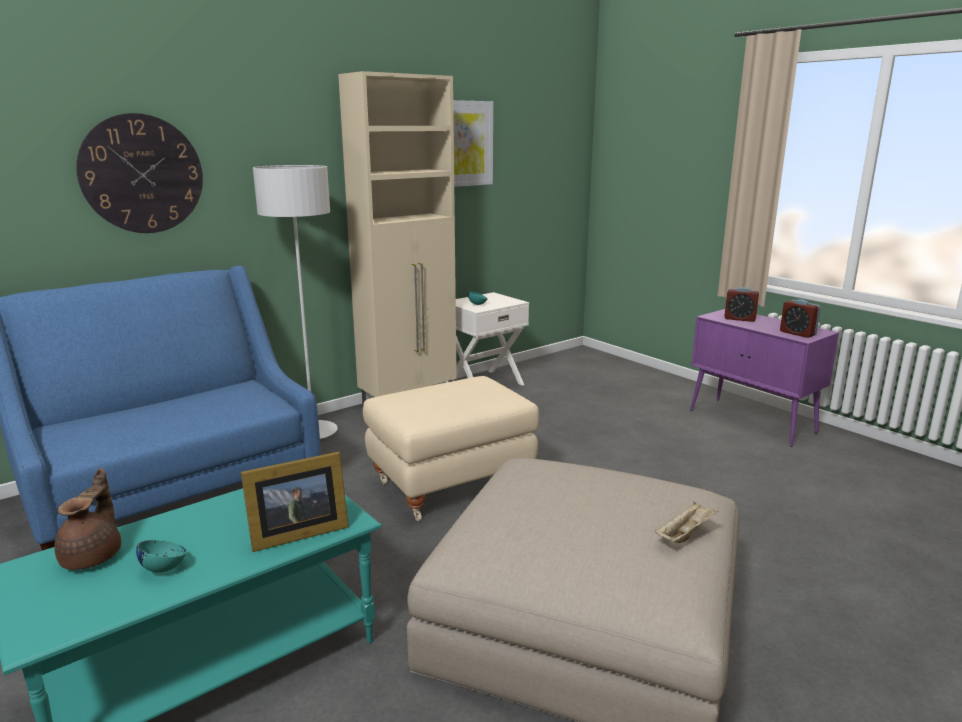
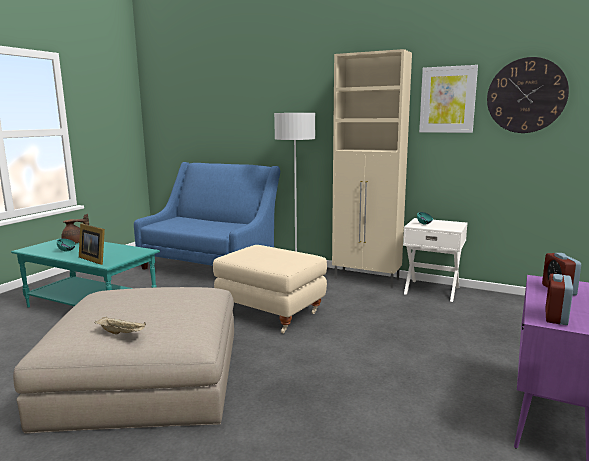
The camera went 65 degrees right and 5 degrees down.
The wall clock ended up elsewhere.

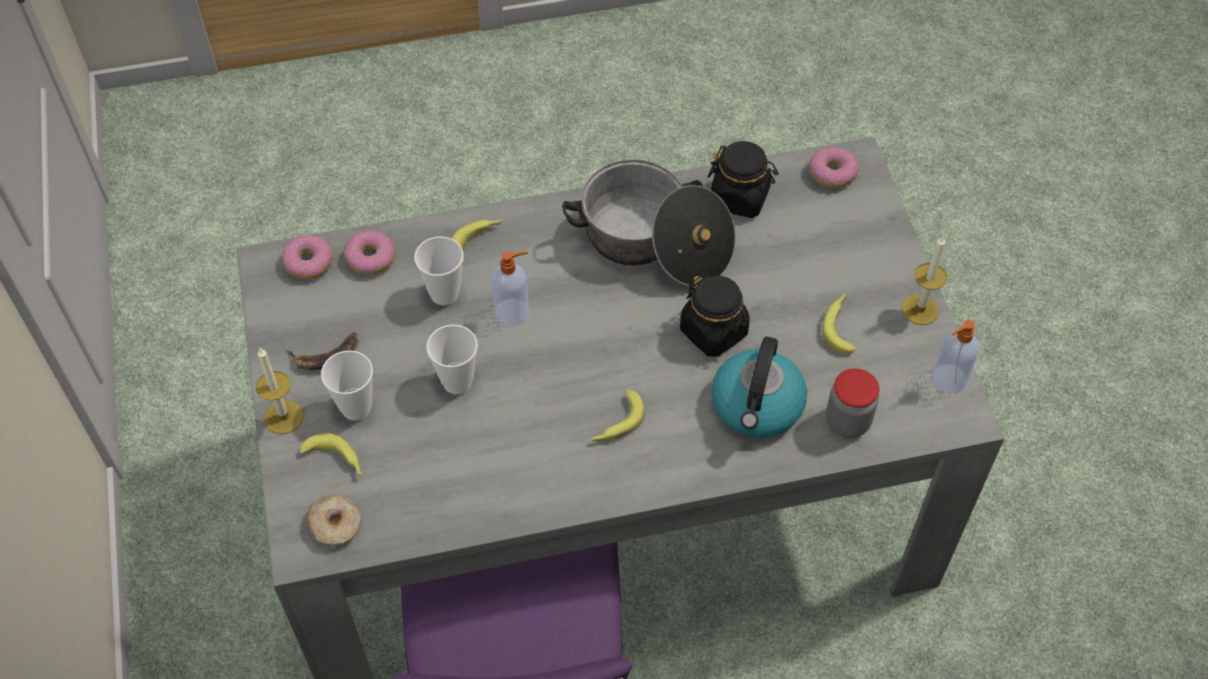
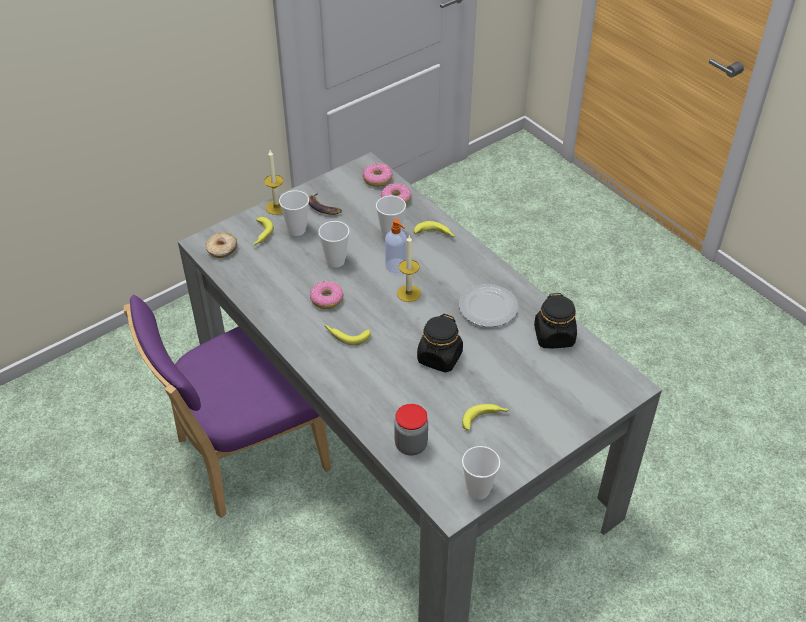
The camera went 65 degrees right and 10 degrees down.
The donut (no. 4 from left in the first image) ended up elsewhere.
Where the stockpot stood, the flat dish came to stand.
The wax light (no. 2 from left) ended up elsewhere.
Where the liquid soap bottle (no. 2 from left) stood, the cup (no. 4 from left) came to stand.
The second view lost the kettle.

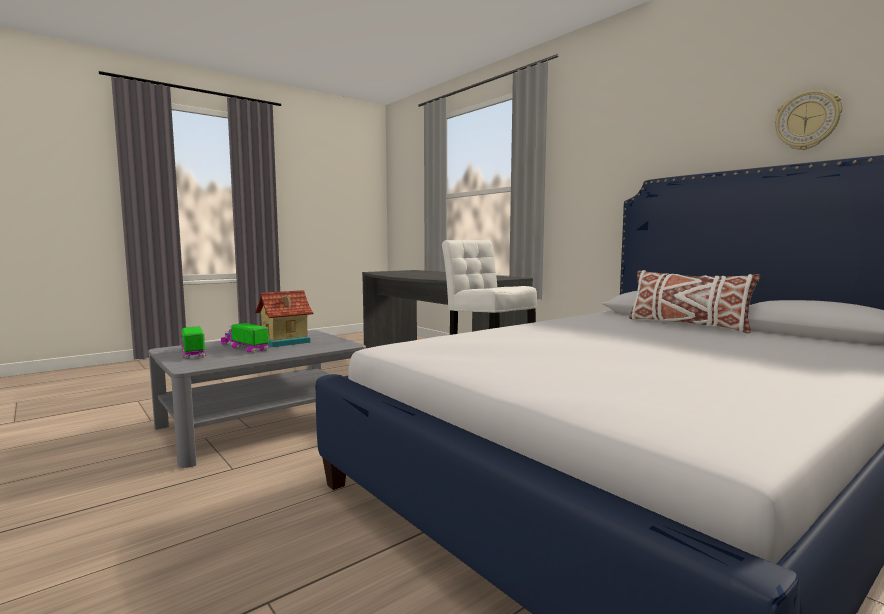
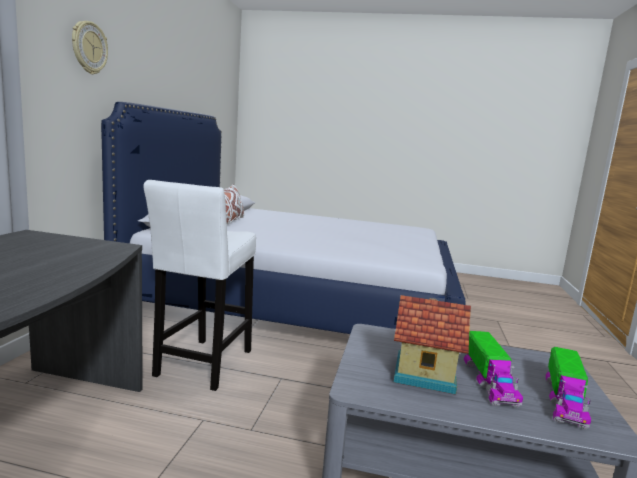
The camera went 130 degrees left and 5 degrees up.
The wall clock ended up elsewhere.

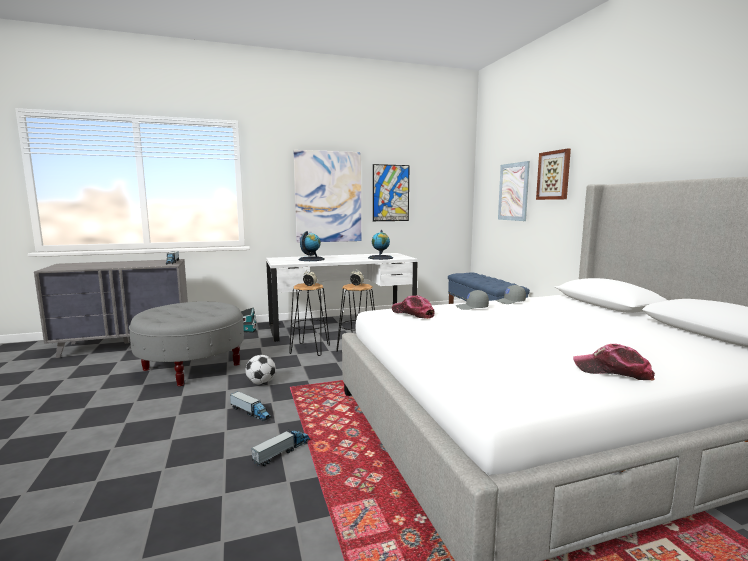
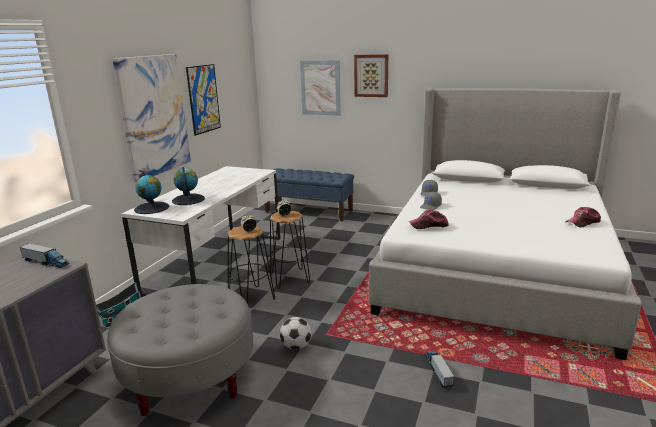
The camera went 50 degrees left and 10 degrees up.
The desk globe (no. 2 from left in the first image) ended up elsewhere.
The second view lost the toy lorry (no. 2 from left).

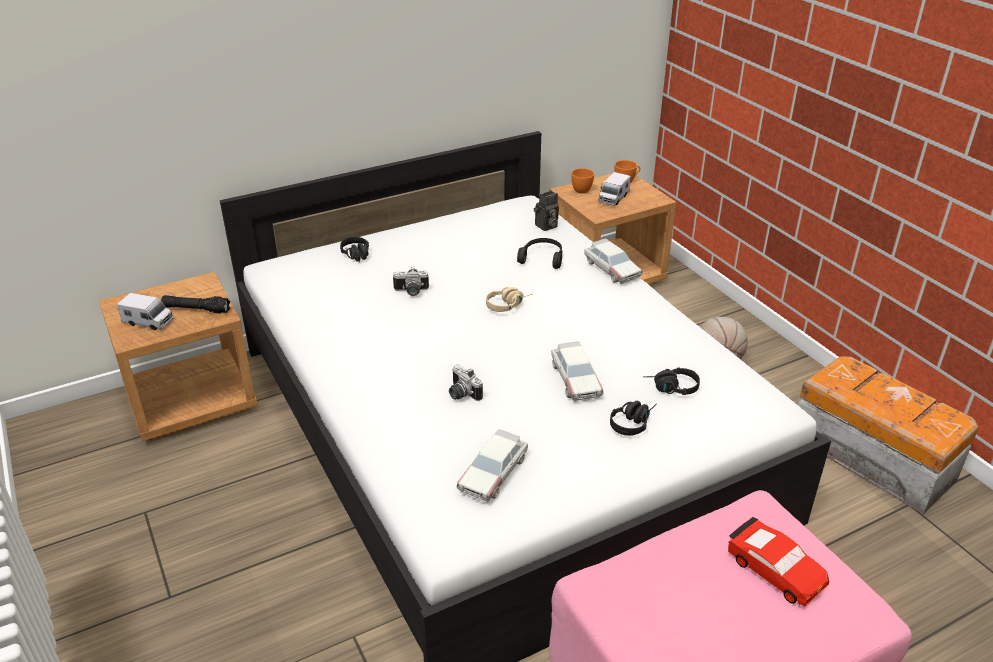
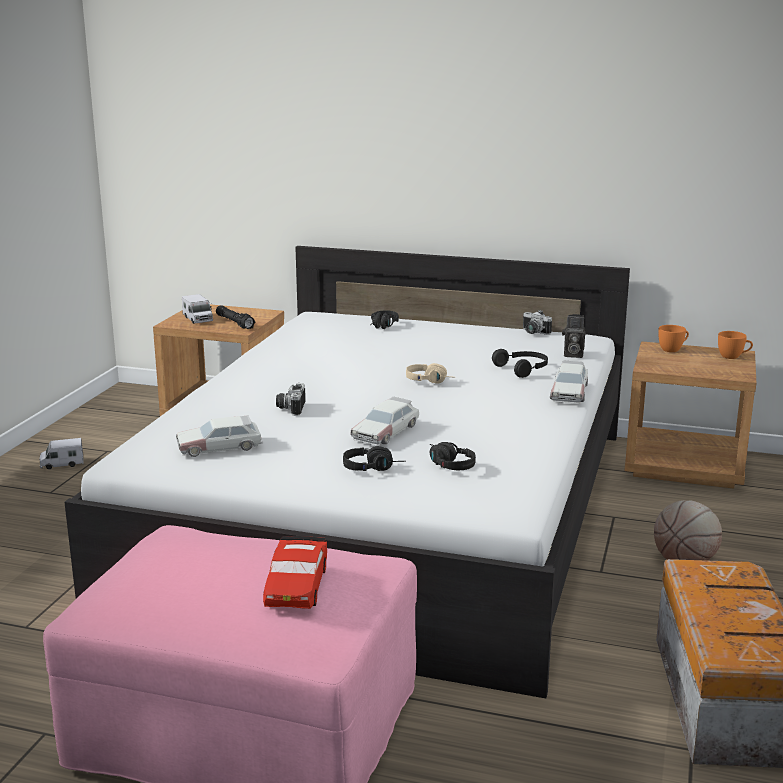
The camera went 45 degrees right and 15 degrees down.
The toy lorry (no. 2 from left in the first image) ended up elsewhere.
The photo camera (no. 1 from left in the first image) ended up elsewhere.

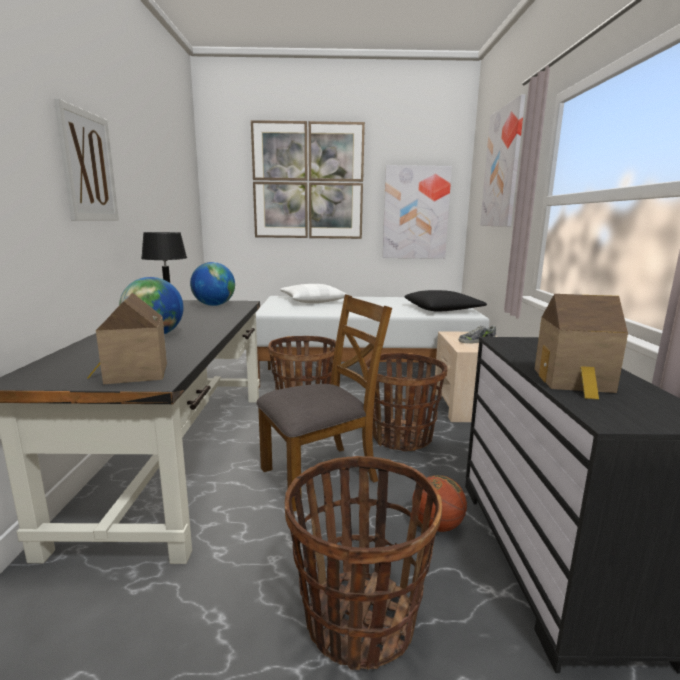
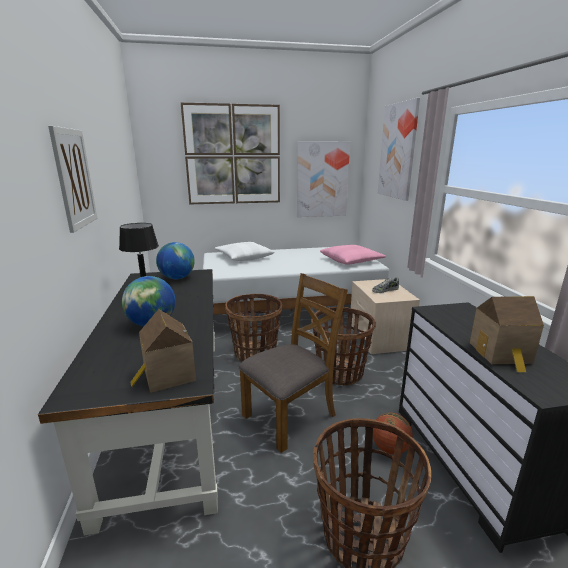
The camera went 10 degrees left and 5 degrees up.
What was the blackish throw pillow turned into the pinkish throw pillow.

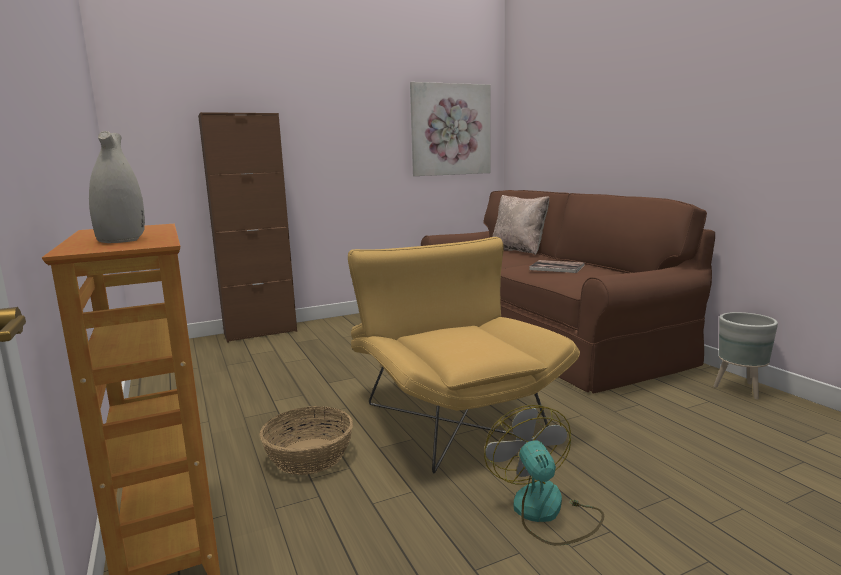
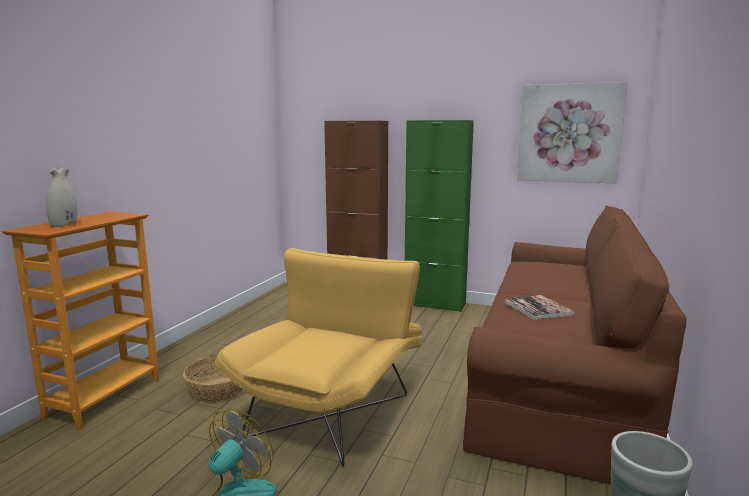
The camera went 45 degrees right and 0 degrees up.
The second view lost the sand-coloured throw pillow.
The second view gained the green cabinet.

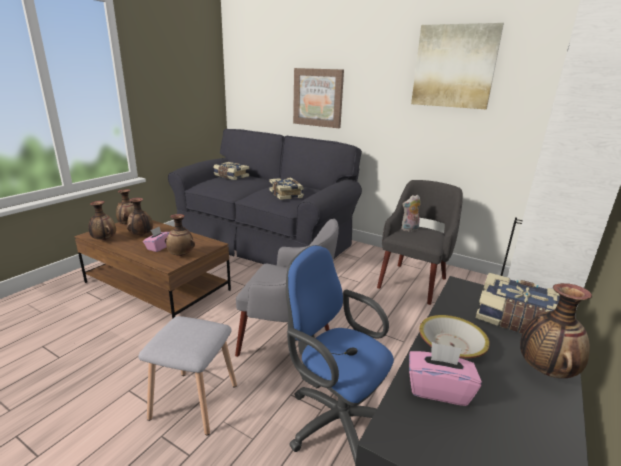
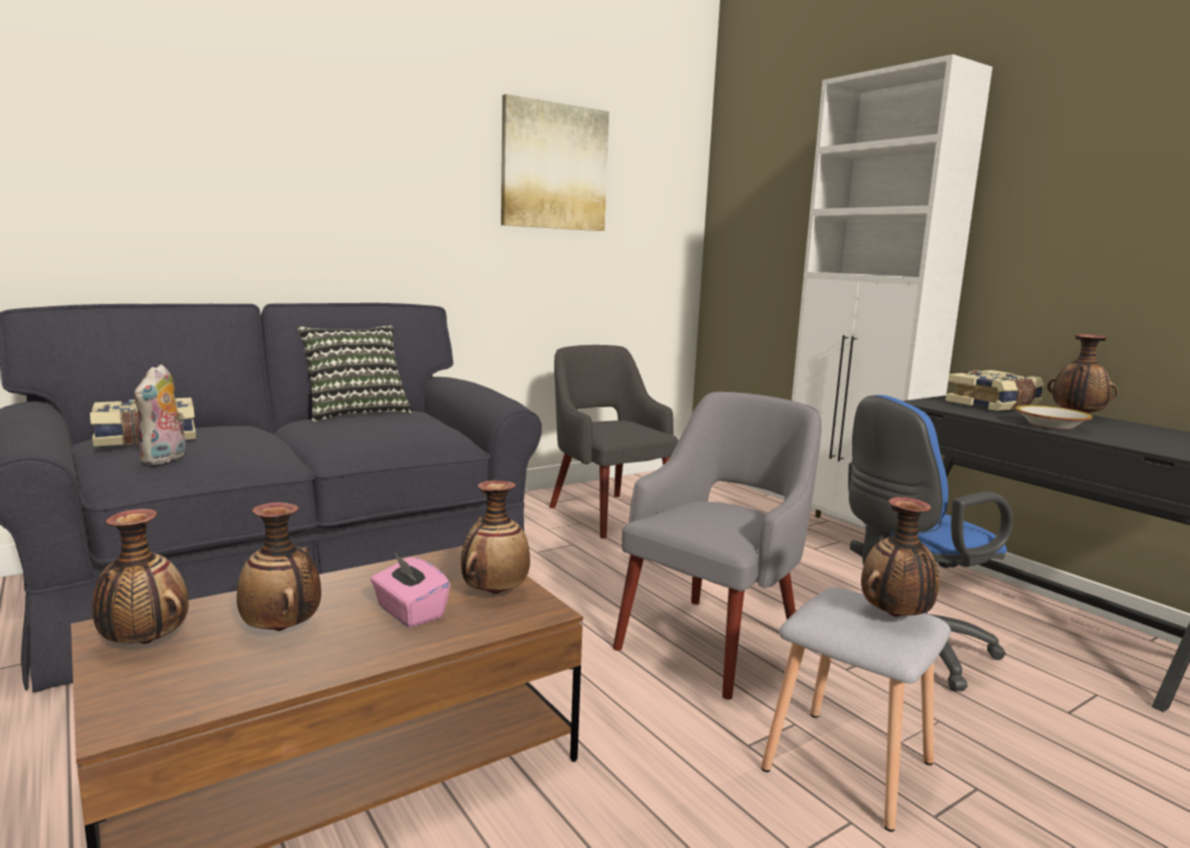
The camera went 65 degrees left and 10 degrees down.
The second view lost the wall picture (no. 1 from left).
The second view lost the book (no. 2 from left).
The soft toy ended up elsewhere.
The vase (no. 1 from left in the first image) ended up elsewhere.
The second view lost the pinkish tissue box (no. 2 from left).
The second view gained the throw pillow.

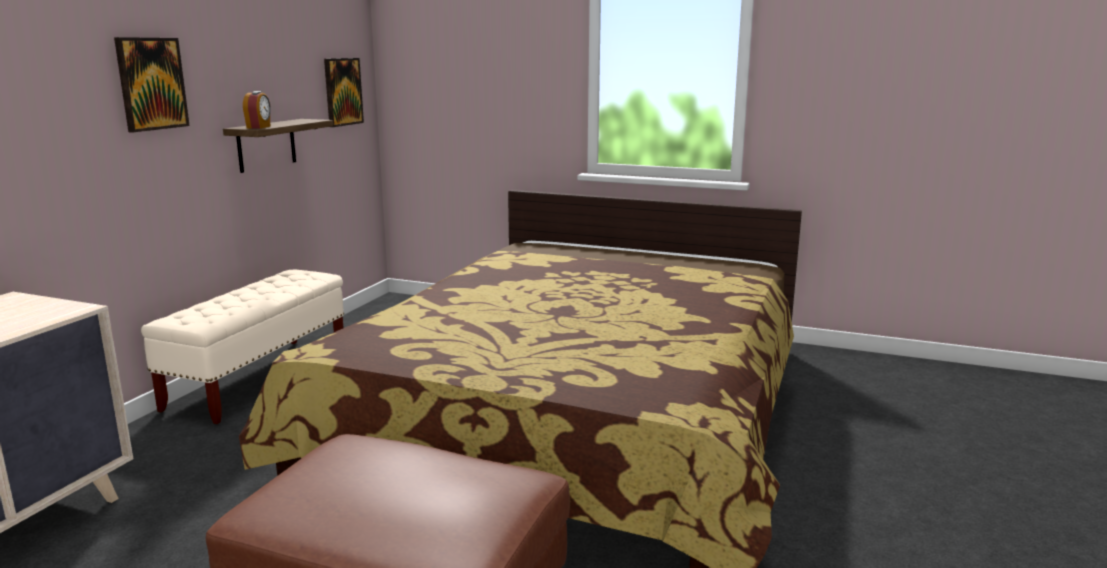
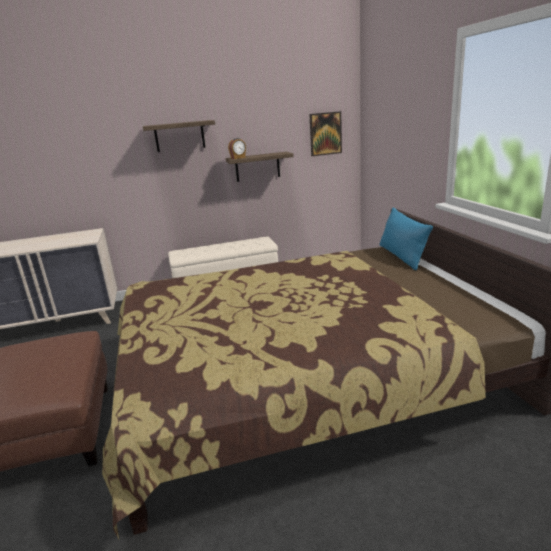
The camera went 55 degrees right and 5 degrees up.
Where the wall picture (no. 1 from left) hung, the shelf (no. 1 from left) came to hang.
The second view gained the blue throw pillow.

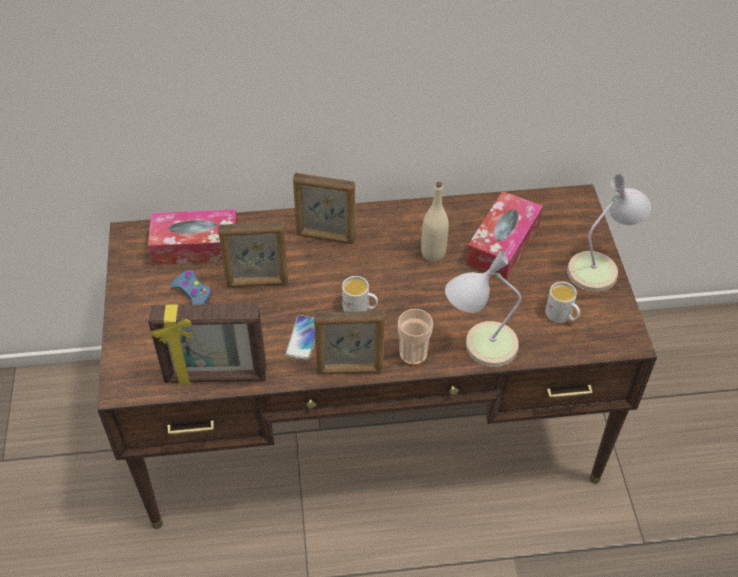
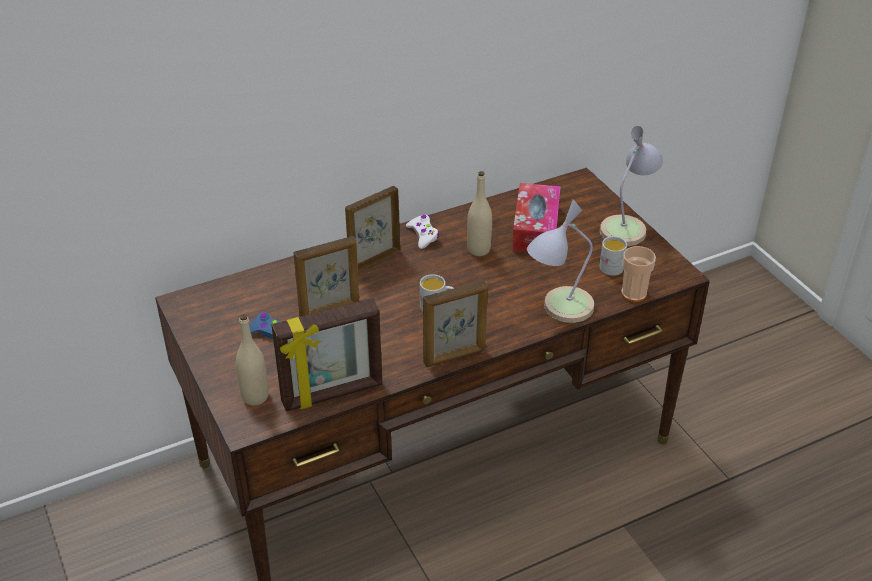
The camera went 20 degrees left and 10 degrees down.
The picture frame (no. 3 from left) ended up facing another way, 150 degrees clockwise from before.
The second view lost the tissue box (no. 1 from left).
The cup ended up elsewhere.
The second view lost the handset.
The second view gained the white-coloured gamepad.
The second view gained the sand-coloured bottle (no. 1 from left).

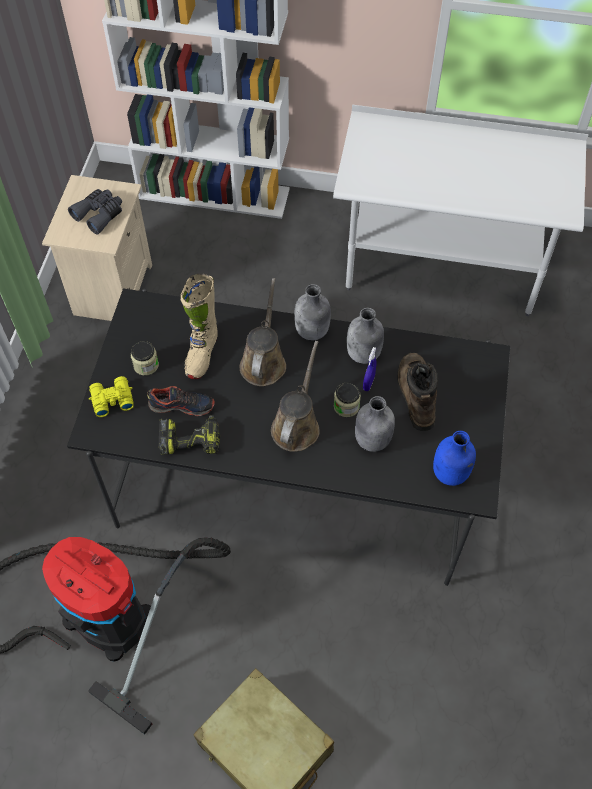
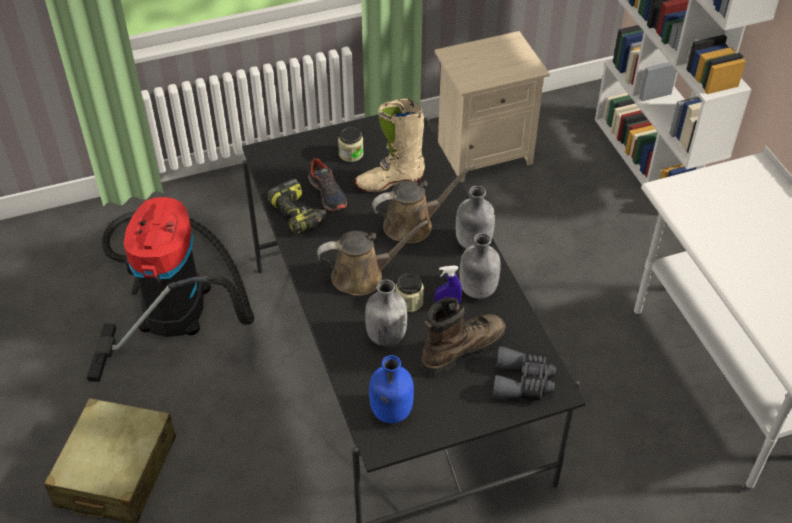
The camera went 60 degrees right and 10 degrees down.
The grey pair of binoculars ended up elsewhere.
The second view lost the yellow pair of binoculars.

